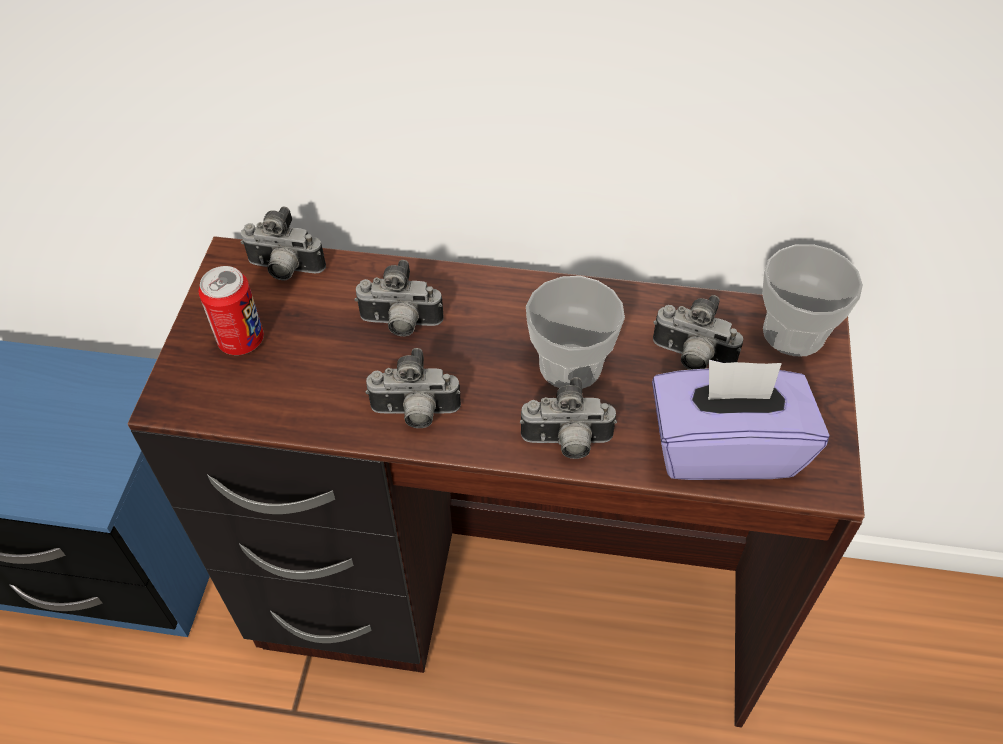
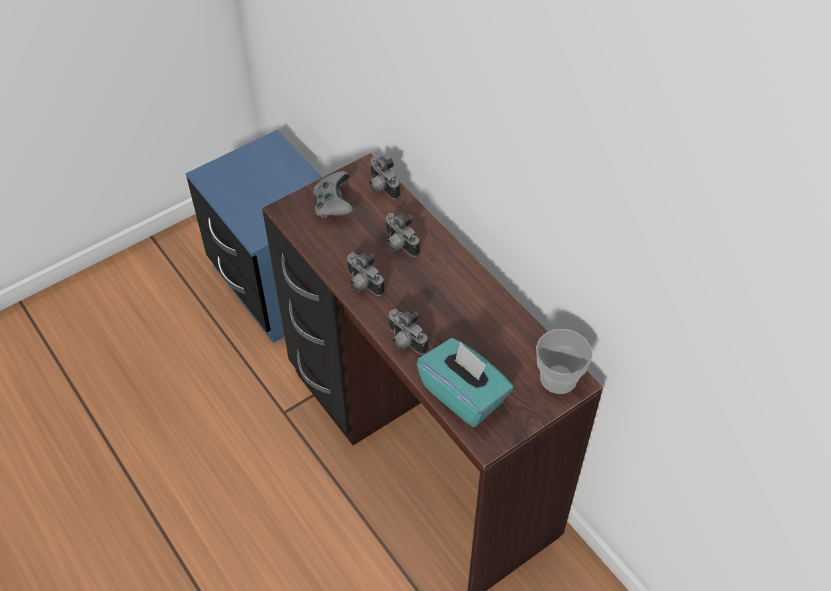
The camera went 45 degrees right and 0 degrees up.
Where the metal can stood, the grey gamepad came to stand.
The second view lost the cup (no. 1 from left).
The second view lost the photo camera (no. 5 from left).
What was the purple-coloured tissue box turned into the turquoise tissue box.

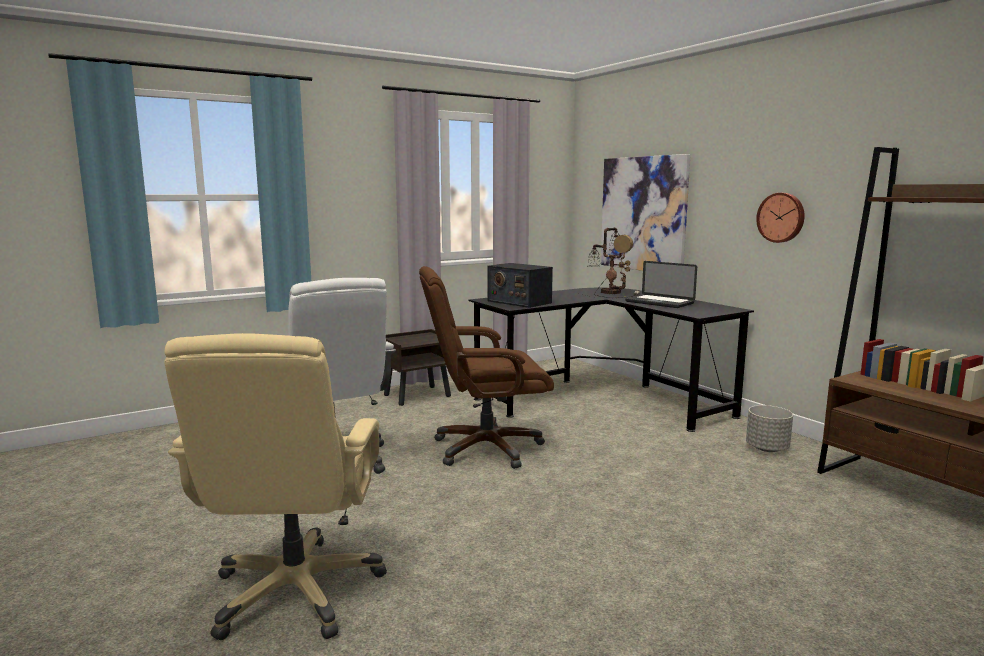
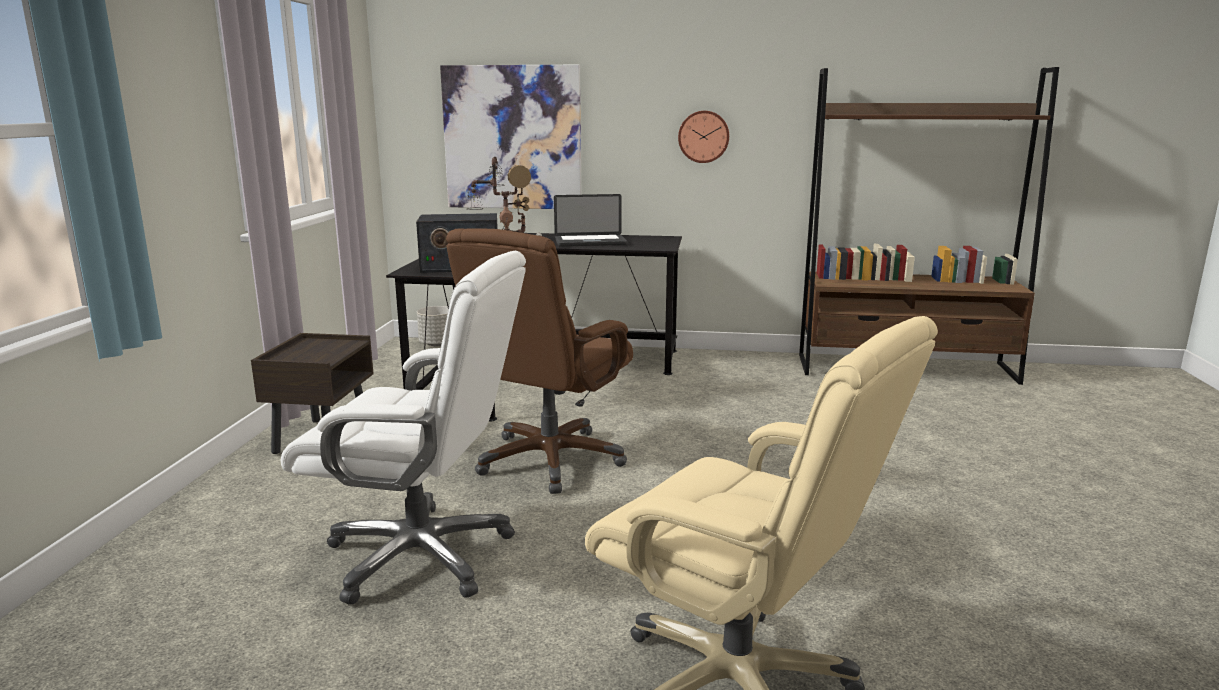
The camera went 50 degrees left and 5 degrees up.
The grey plant pot ended up elsewhere.

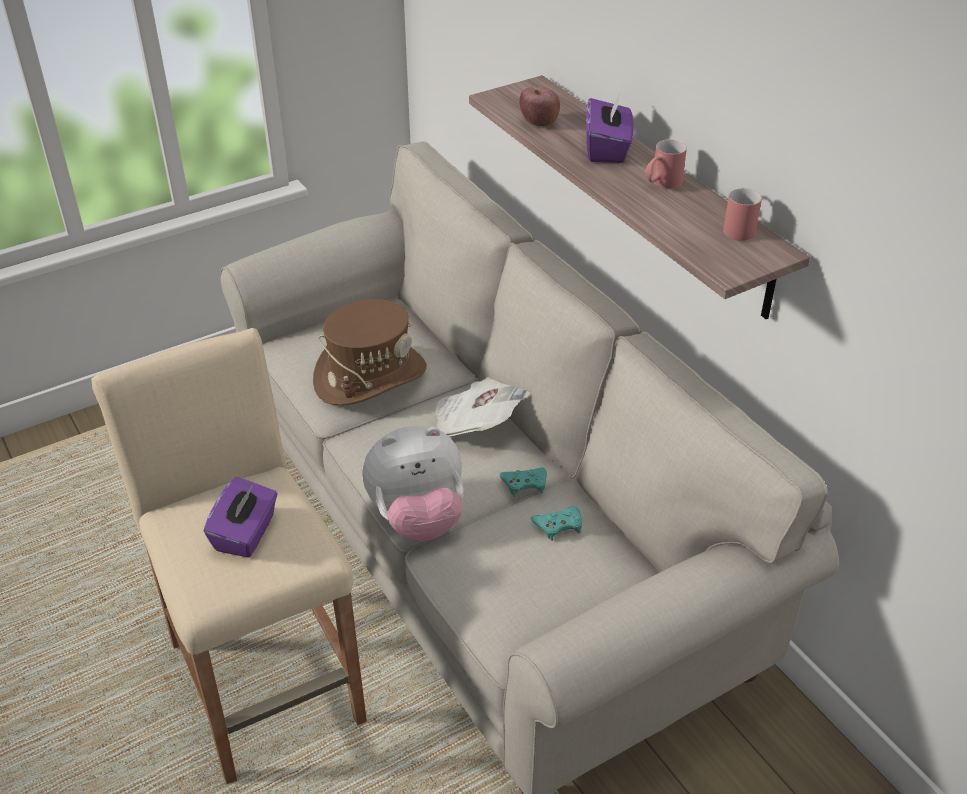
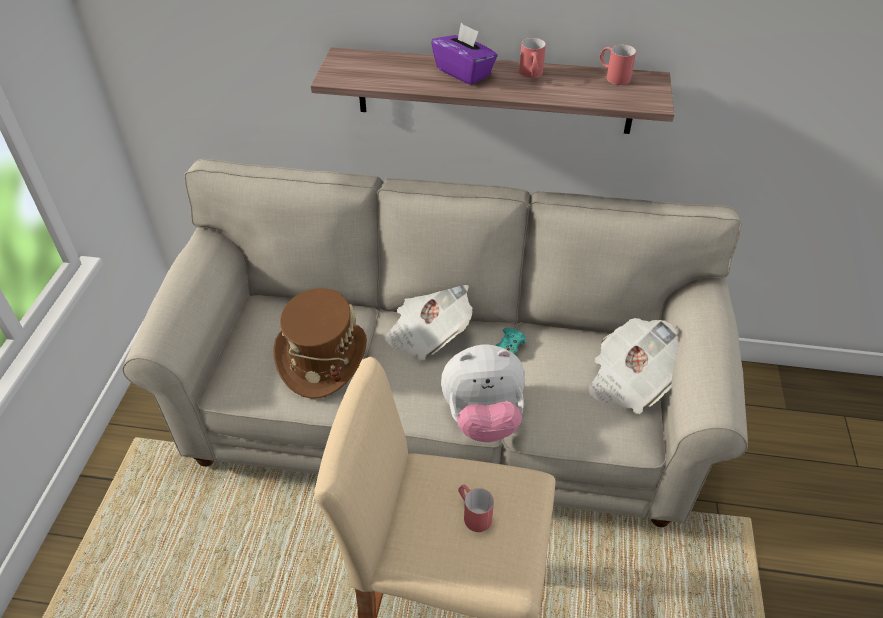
The camera went 50 degrees left and 5 degrees up.
The second view lost the apple.
The soft toy ended up facing another way, 60 degrees clockwise from before.
Where the purple-coloured tissue box (no. 1 from left) stood, the red mug (no. 1 from left) came to stand.
The second view lost the turquoise gamepad (no. 2 from left).
The second view gained the daily paper (no. 2 from left).

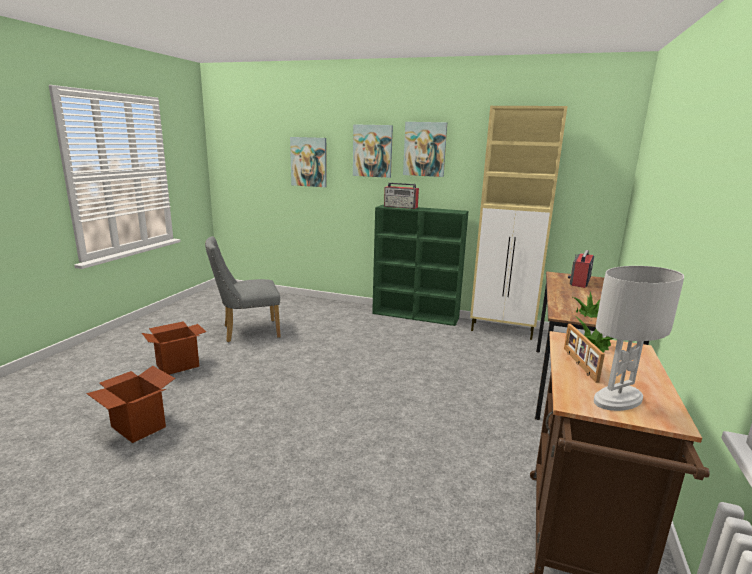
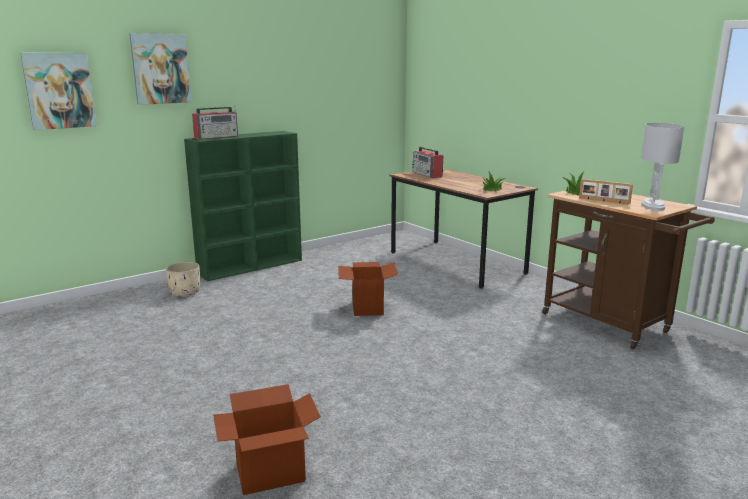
The camera went 55 degrees left and 0 degrees up.
The second view lost the sand-coloured cabinet.
The second view lost the wall picture (no. 3 from left).
The second view lost the grey upright chair.
The cardboard box (no. 2 from left) ended up elsewhere.
The second view gained the sand-coloured plant pot.

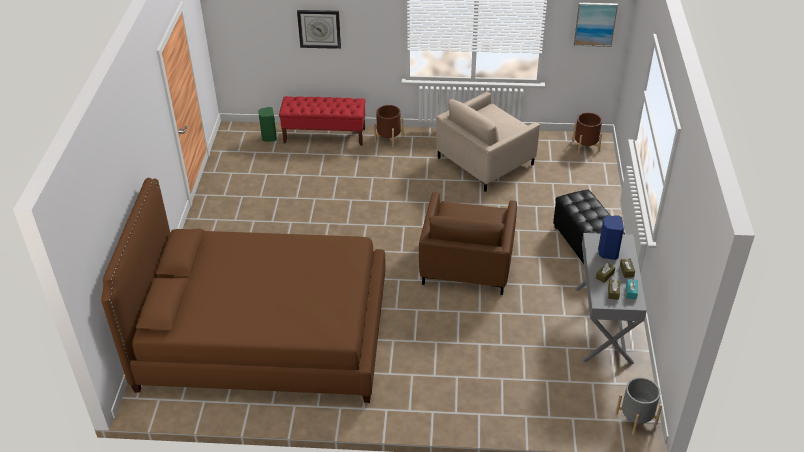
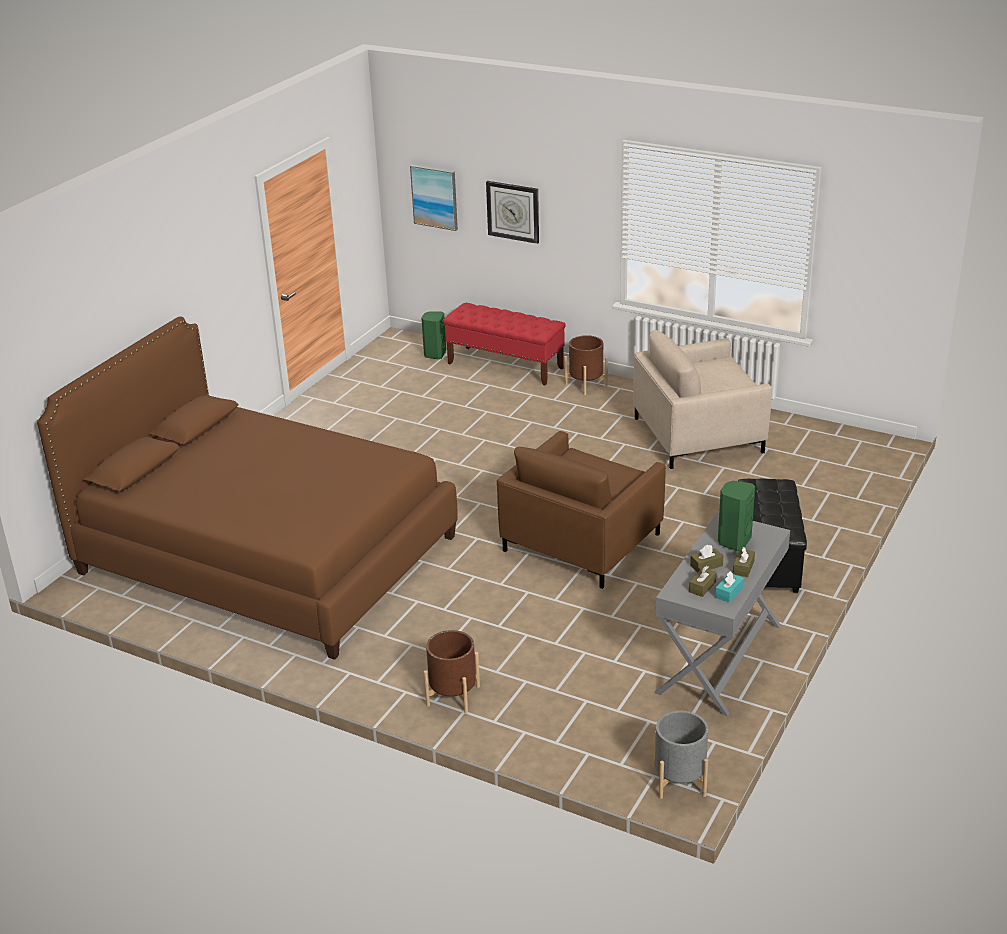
The camera went 25 degrees right and 10 degrees down.
The wall picture ended up elsewhere.
The brown plant pot (no. 2 from left in the first image) ended up elsewhere.
What was the blue speaker turned into the green speaker (no. 2 from left).

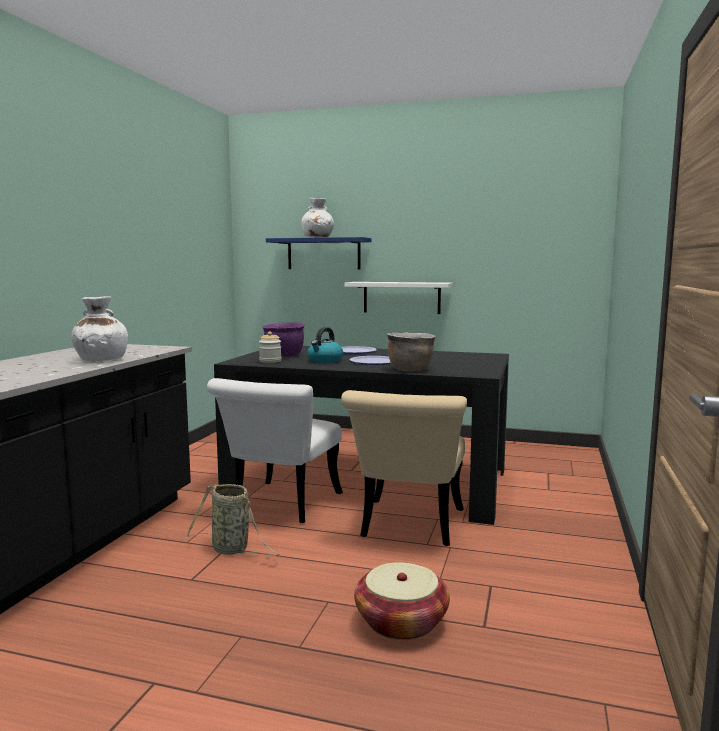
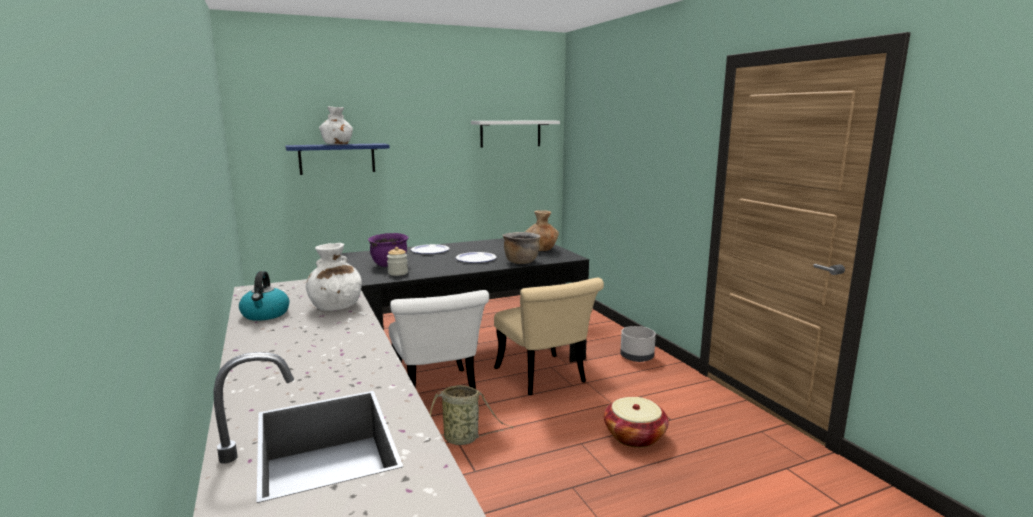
The camera went 40 degrees left and 5 degrees up.
The white-coloured shelf ended up elsewhere.
The kettle ended up elsewhere.
The second view gained the brown vase.
The second view gained the grey plant pot.

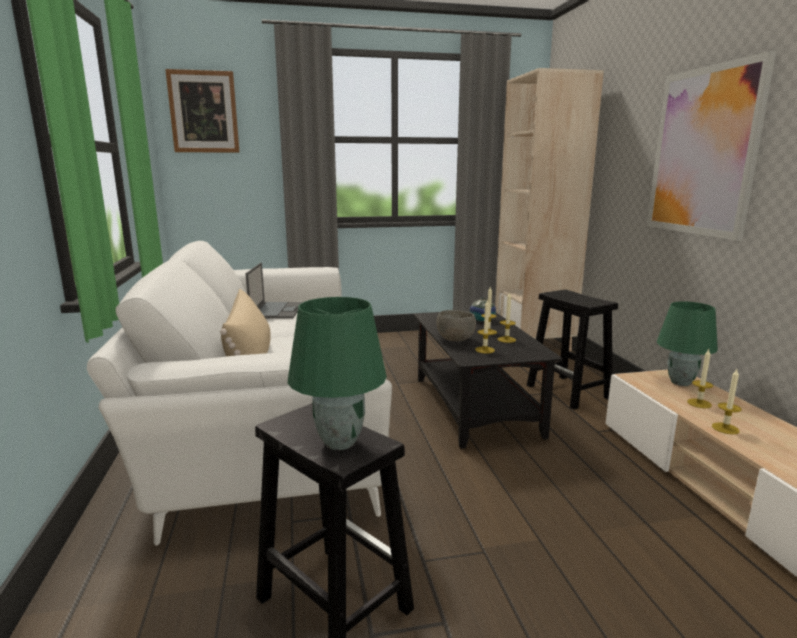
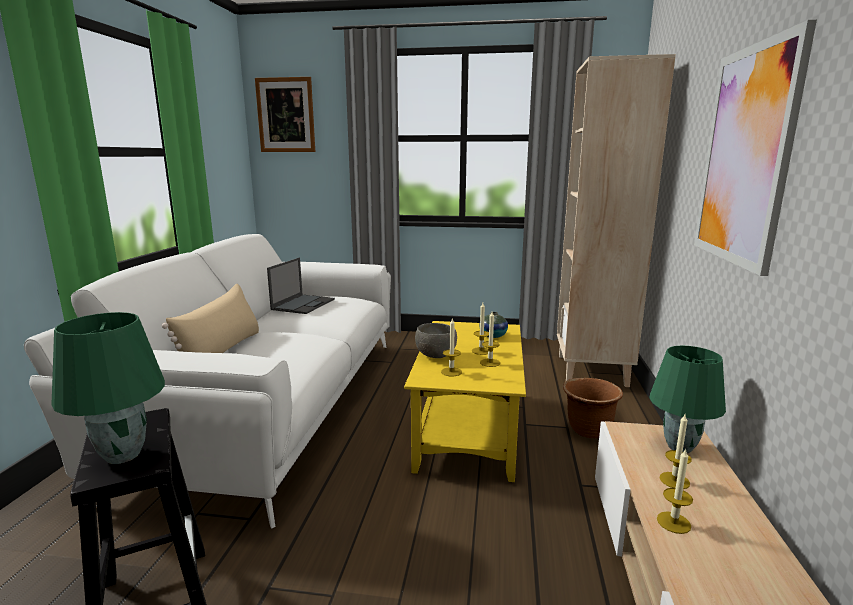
The camera went 20 degrees right and 0 degrees up.
Where the blackish stool seat (no. 2 from left) stood, the brown plant pot came to stand.
What was the blackish coffee table turned into the yellow coffee table.

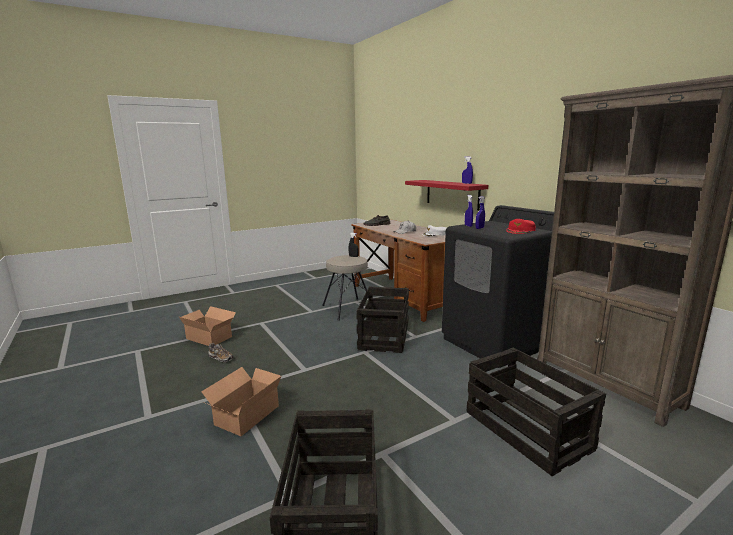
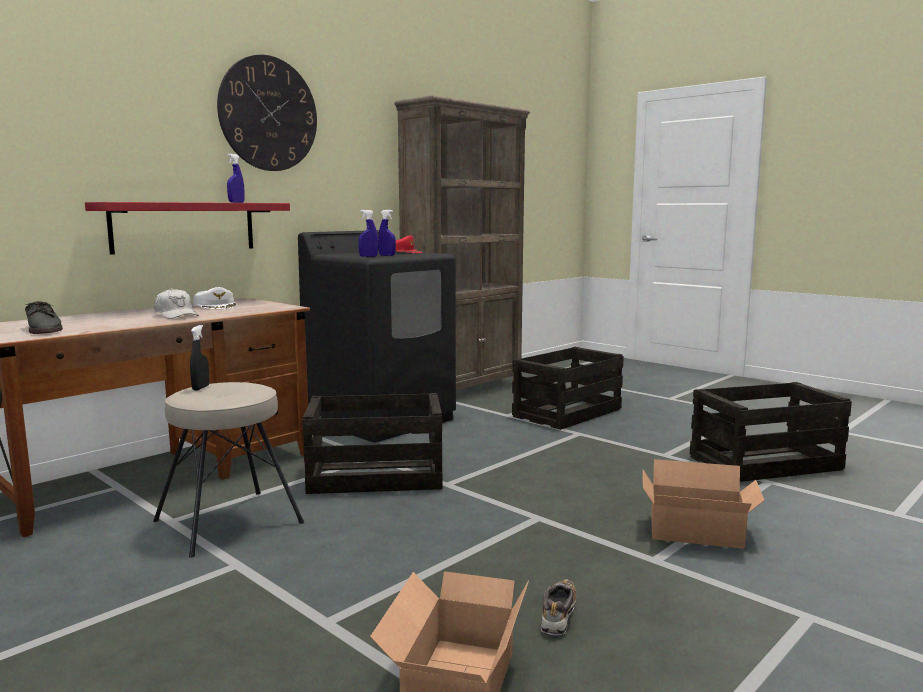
The camera went 105 degrees left and 5 degrees down.
The second view gained the wall clock.

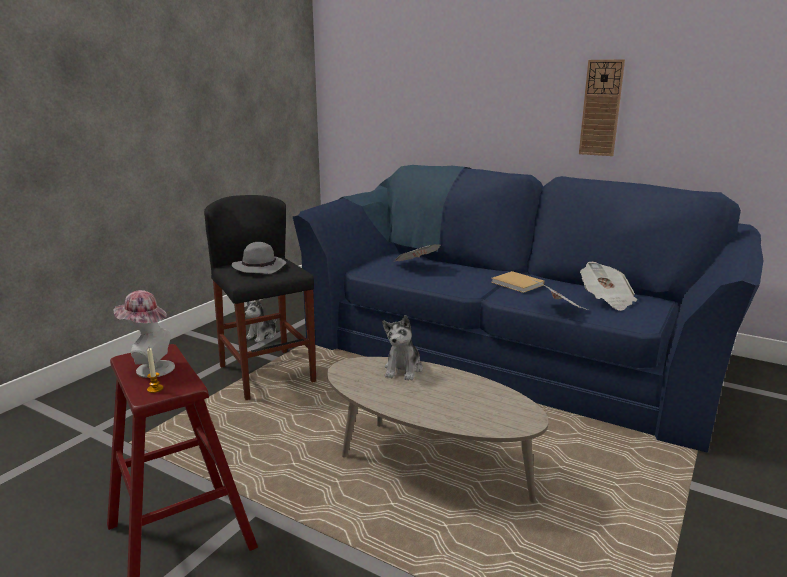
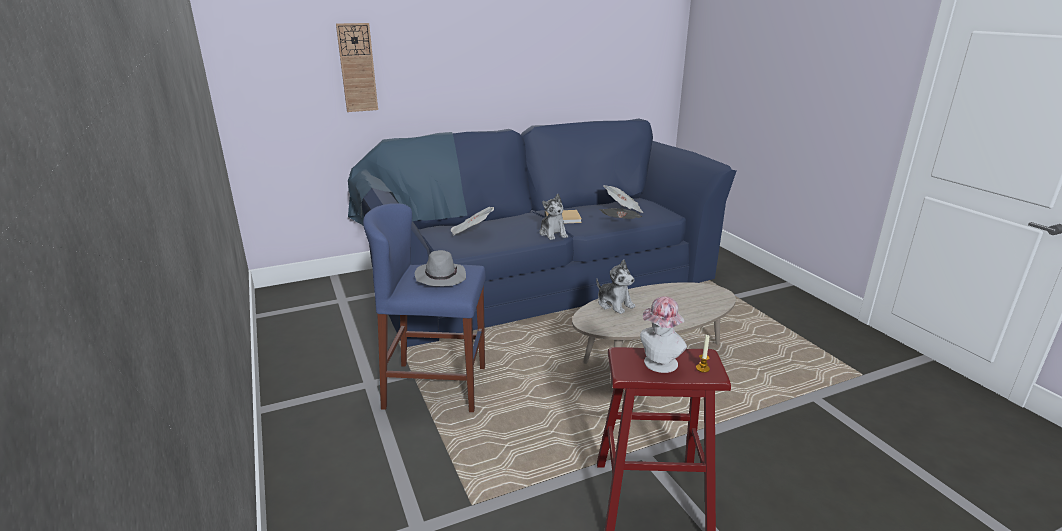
The camera went 55 degrees left and 5 degrees up.
The wall clock ended up elsewhere.
What was the blackish stool seat turned into the blue stool seat.
The soft toy (no. 1 from left) ended up elsewhere.

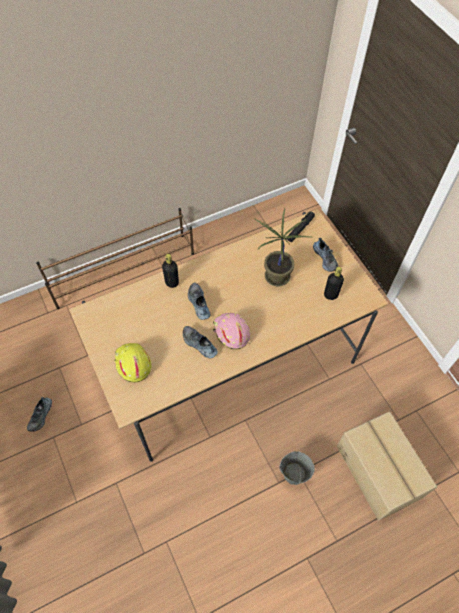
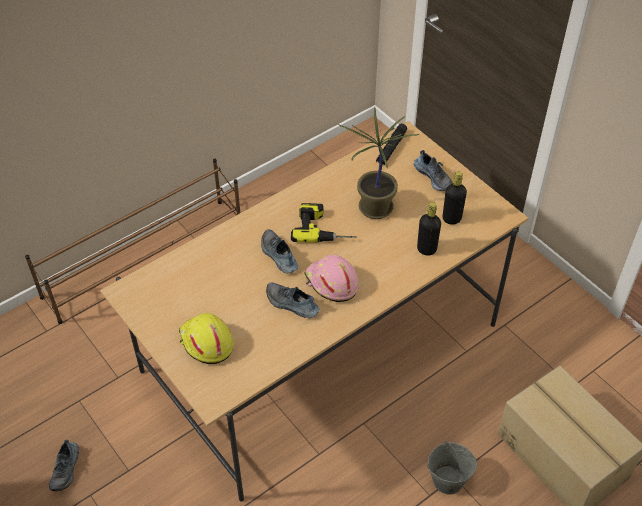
The camera went 10 degrees left and 10 degrees down.
The blackish bottle (no. 1 from left) ended up elsewhere.
The second view gained the drill.

